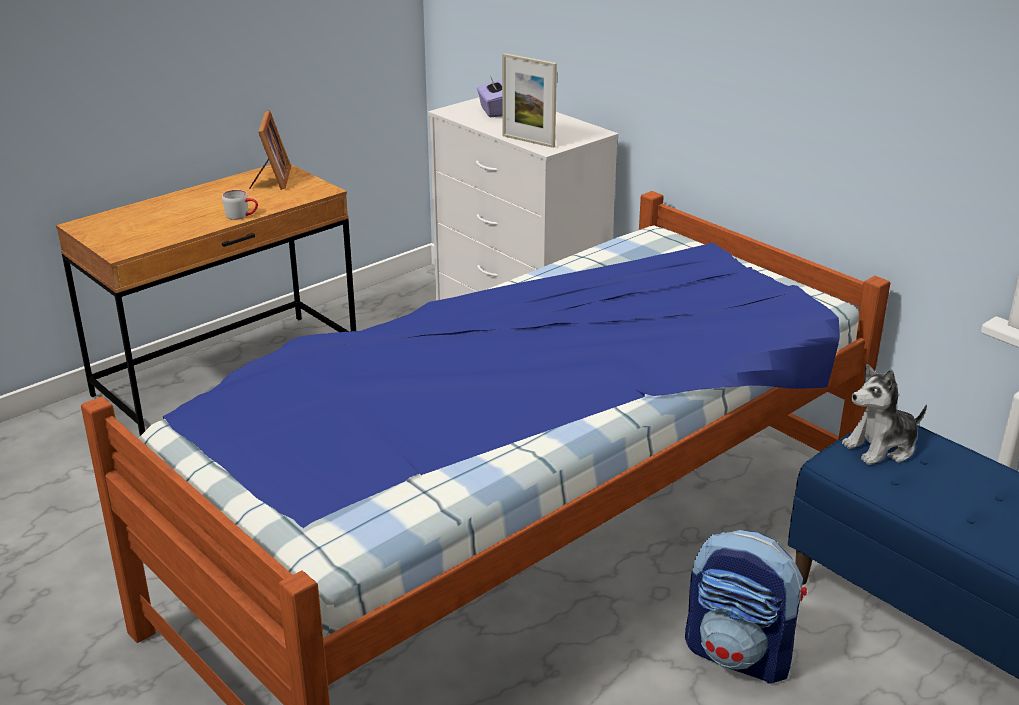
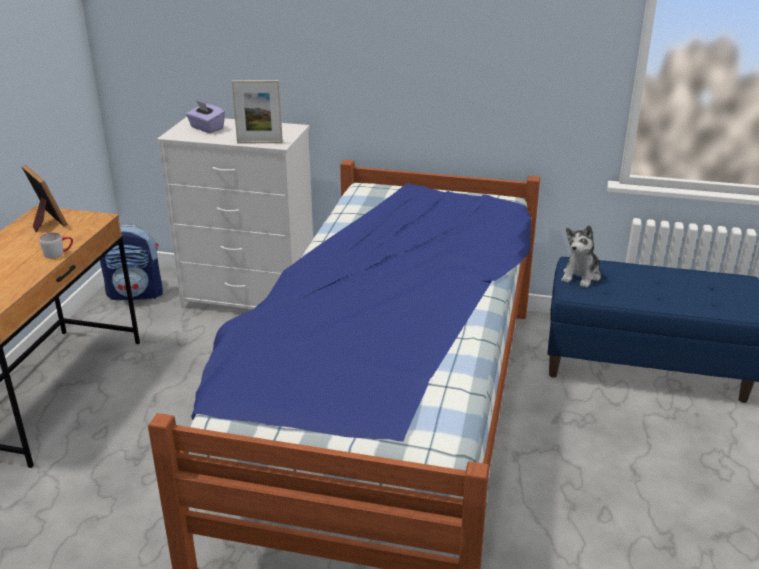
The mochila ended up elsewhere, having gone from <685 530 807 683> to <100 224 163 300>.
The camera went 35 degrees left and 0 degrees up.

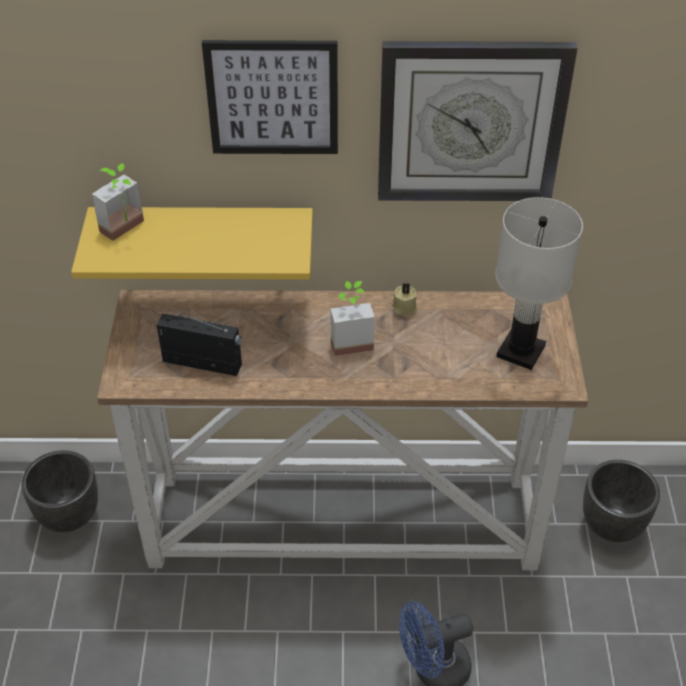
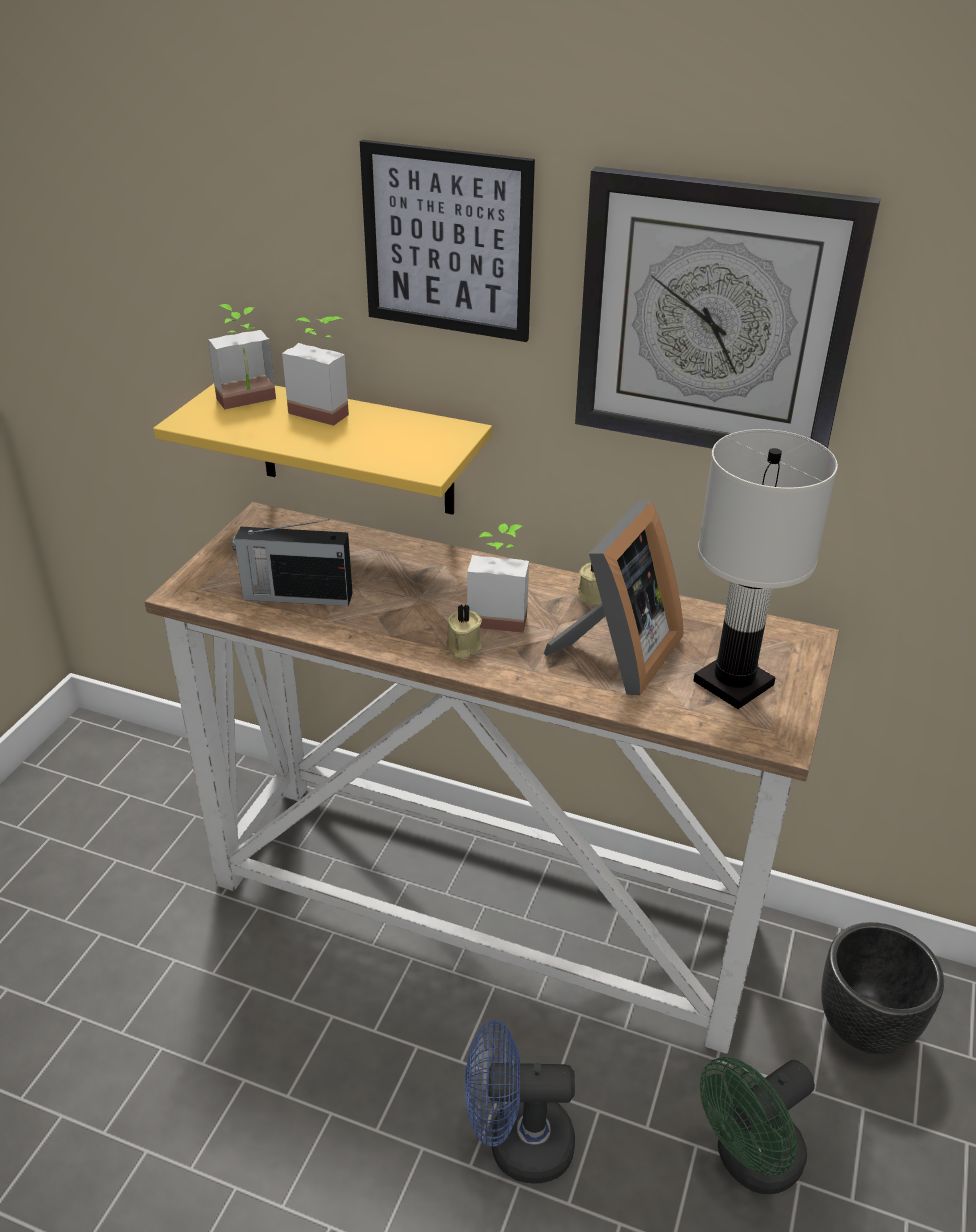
The second view lost the maceta [negro] at <21 450 98 532>.
The radio at <157 309 242 376> ended up facing another way, 150 degrees clockwise from before.
The second view gained the planta en maceta at <282 316 349 426>.
The second view gained the vela [beis] at <445 604 482 659>.
The second view gained the portarretratos at <544 500 683 695>.
The second view gained the ventilador [verde] at <700 1057 815 1194>.
The camera went 20 degrees right and 10 degrees down.

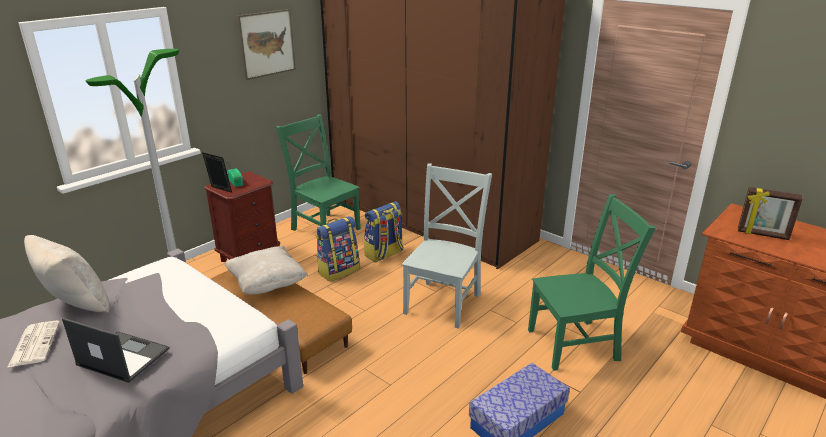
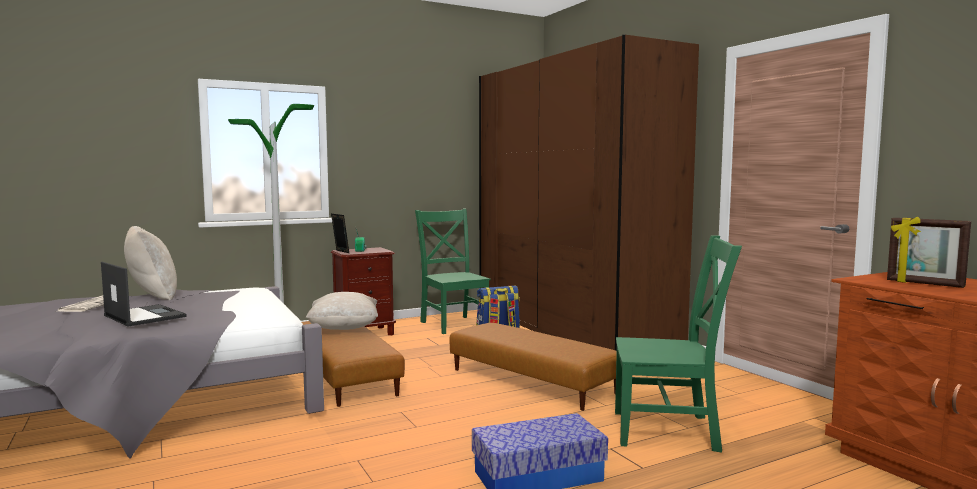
The second view lost the cuadro at <237 9 296 80>.
The second view lost the mochila at <316 216 359 282>.
Where the silla [gris] stood at <402 163 492 329>, the puf [marrón] came to stand at <449 323 617 411>.
The camera went 20 degrees right and 20 degrees down.

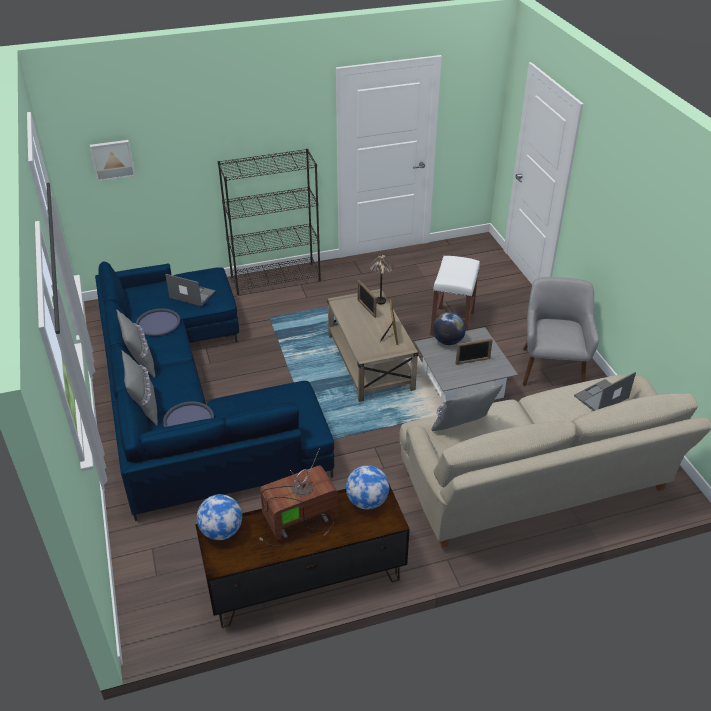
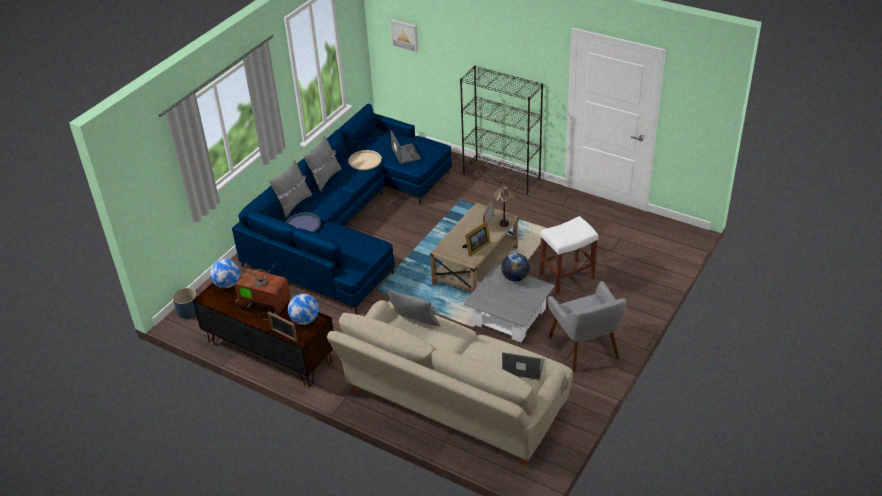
What was the bandeja [azul] at <136 308 180 336> turned into the bandeja [beis] at <348 150 382 170>.
The portarretratos ended up elsewhere, having gone from <456 338 493 365> to <268 312 298 342>.
The sillón [gris] at <522 277 599 386> ended up facing another way, 105 degrees clockwise from before.
The second view gained the maceta [azul] at <172 288 197 319>.
The camera went 50 degrees right and 0 degrees up.

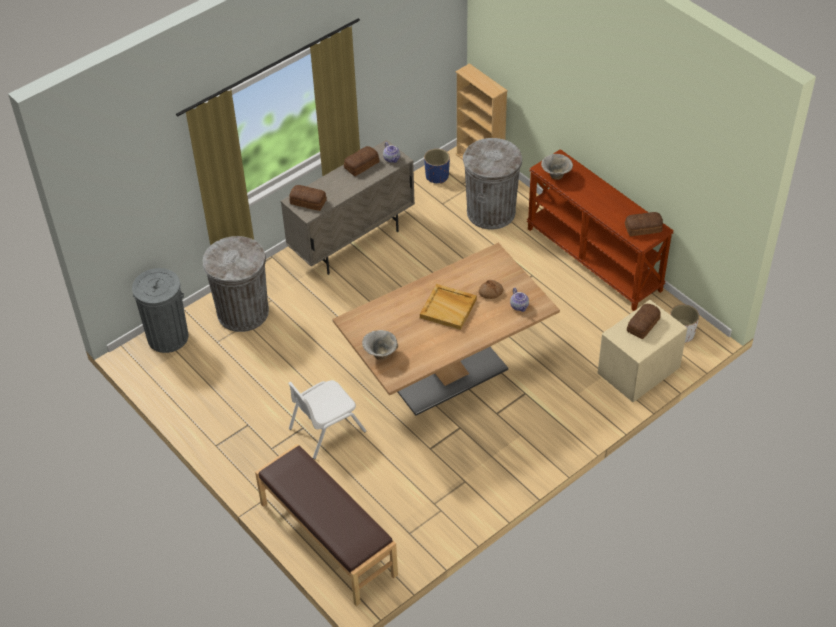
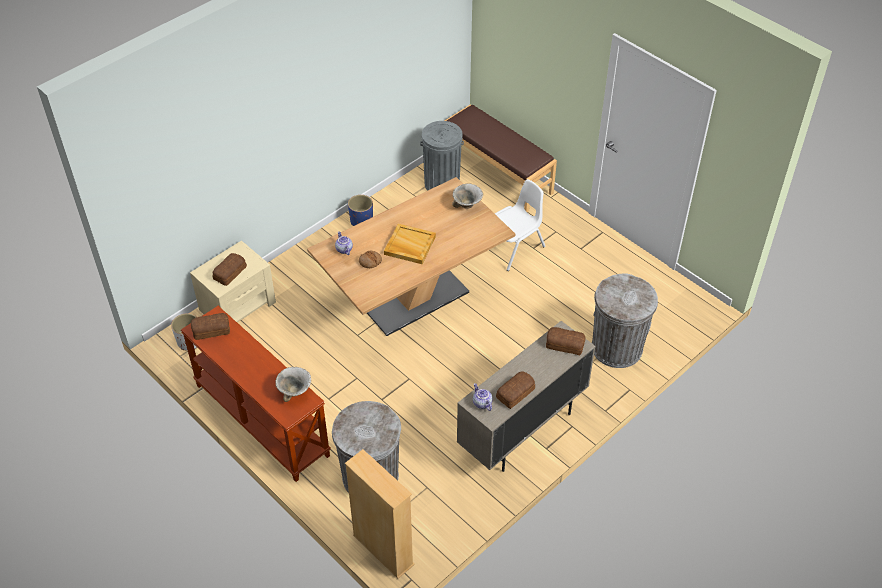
The papelera [gris] ended up elsewhere, having gone from <132 268 188 353> to <420 121 464 191>.
The maceta [azul] ended up elsewhere, having gone from <424 149 450 184> to <348 195 373 226>.
The camera went 175 degrees right and 0 degrees up.

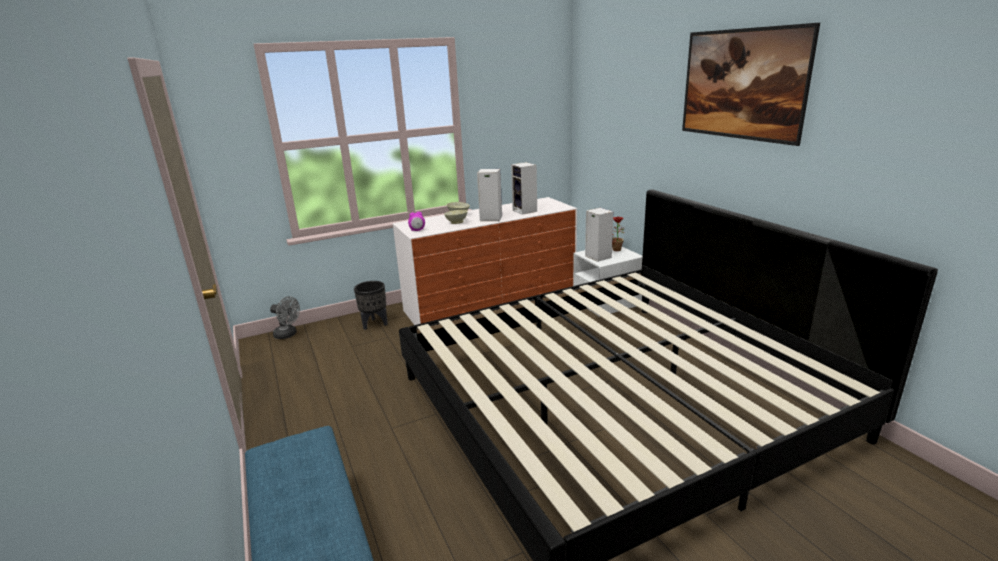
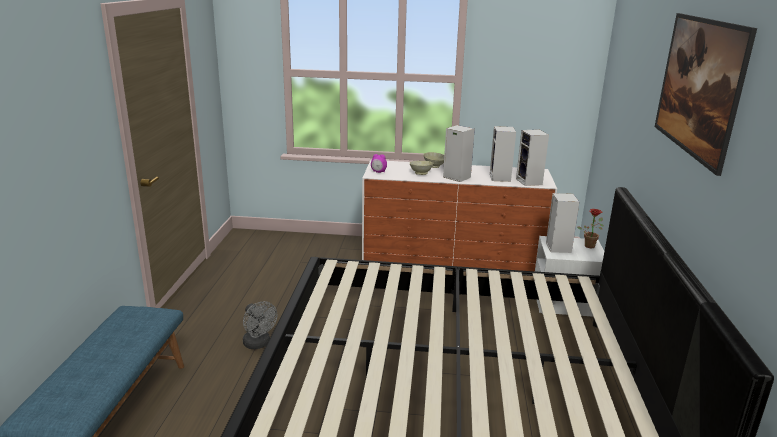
The ventilador [gris] ended up elsewhere, having gone from <270 296 300 339> to <243 301 277 349>.
The second view lost the maceta [negro] at <354 281 388 330>.
The second view gained the altavoz at <516 129 549 186>.
The camera went 30 degrees right and 0 degrees up.

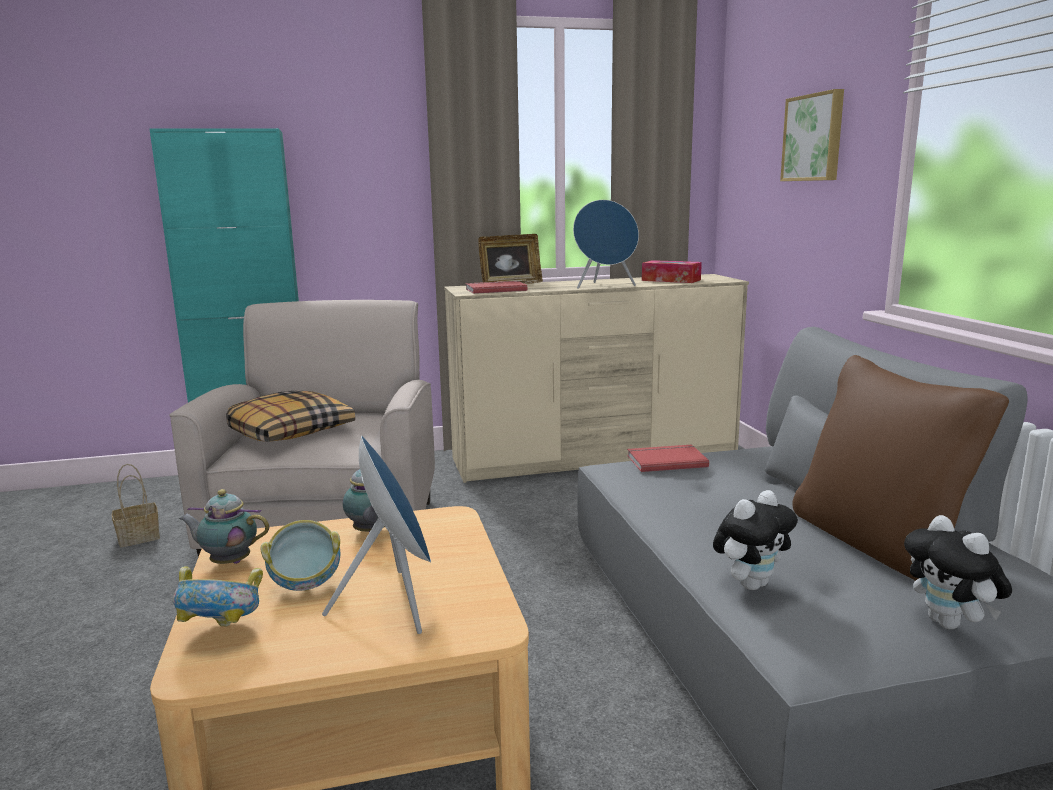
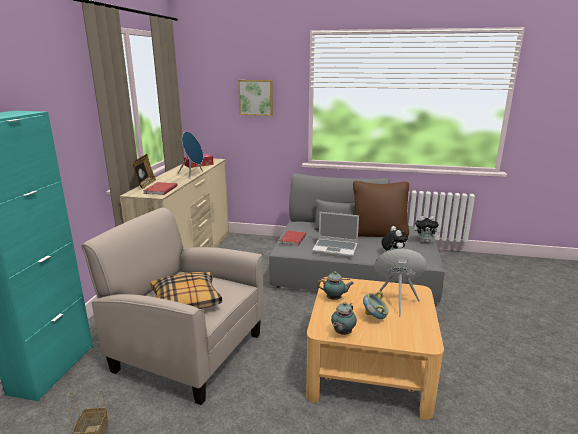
The second view lost the cuenco at <172 566 263 626>.
The second view gained the portátil at <312 212 359 257>.
The camera went 65 degrees left and 5 degrees up.

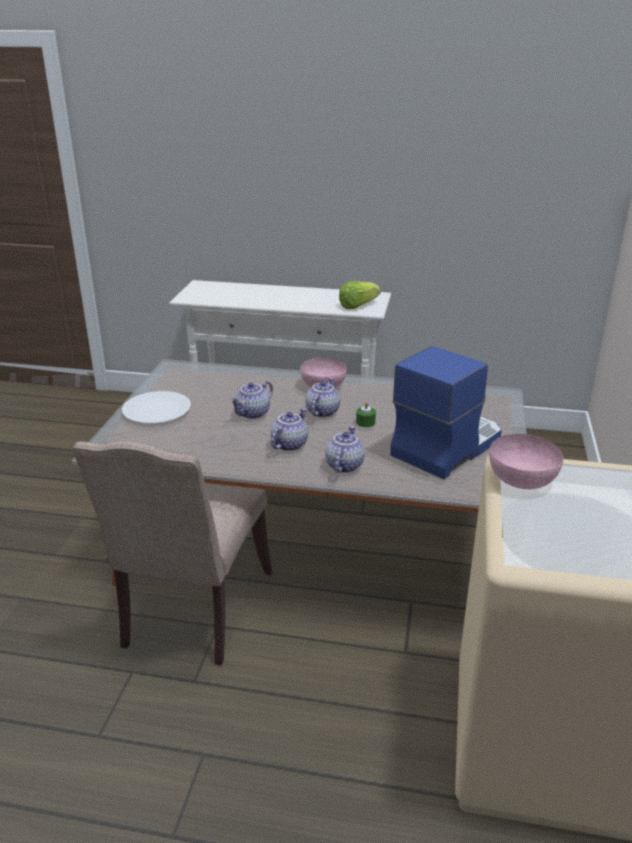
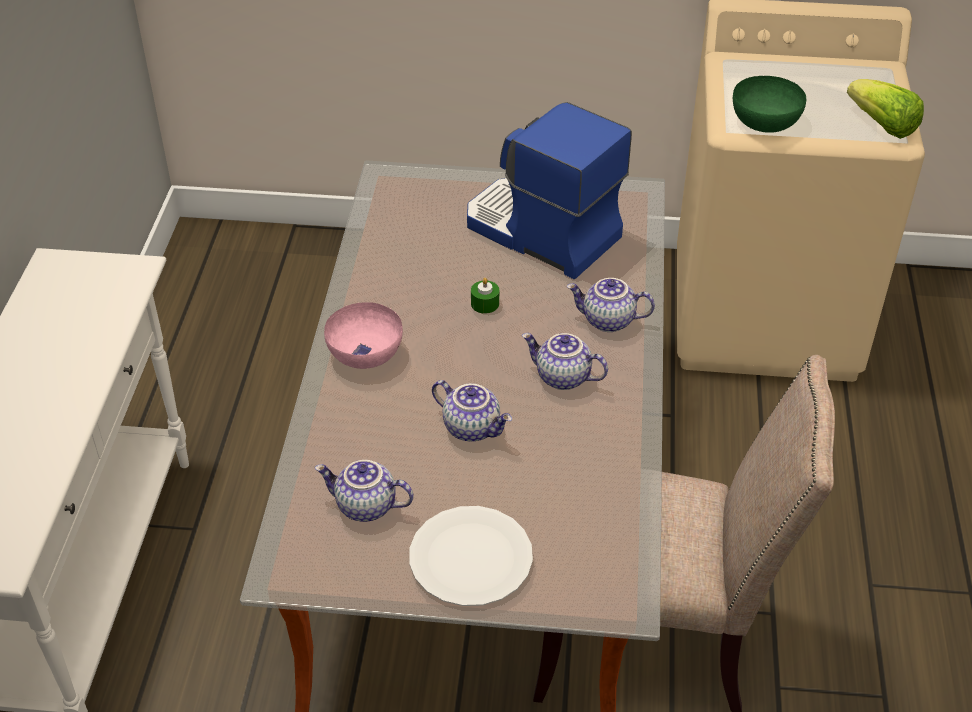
The tetera ended up elsewhere, having gone from <306 378 340 418> to <315 460 413 522>.
The lechuga ended up elsewhere, having gone from <339 281 381 309> to <847 79 924 139>.
What was the cuenco [rosa] at <489 434 563 489> turned into the cuenco [verde] at <733 76 807 133>.
The camera went 95 degrees left and 15 degrees up.

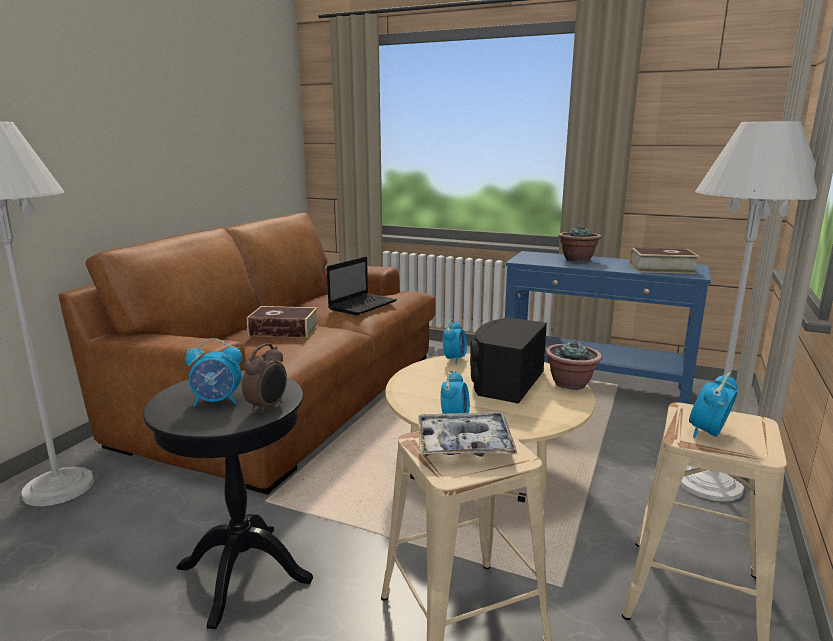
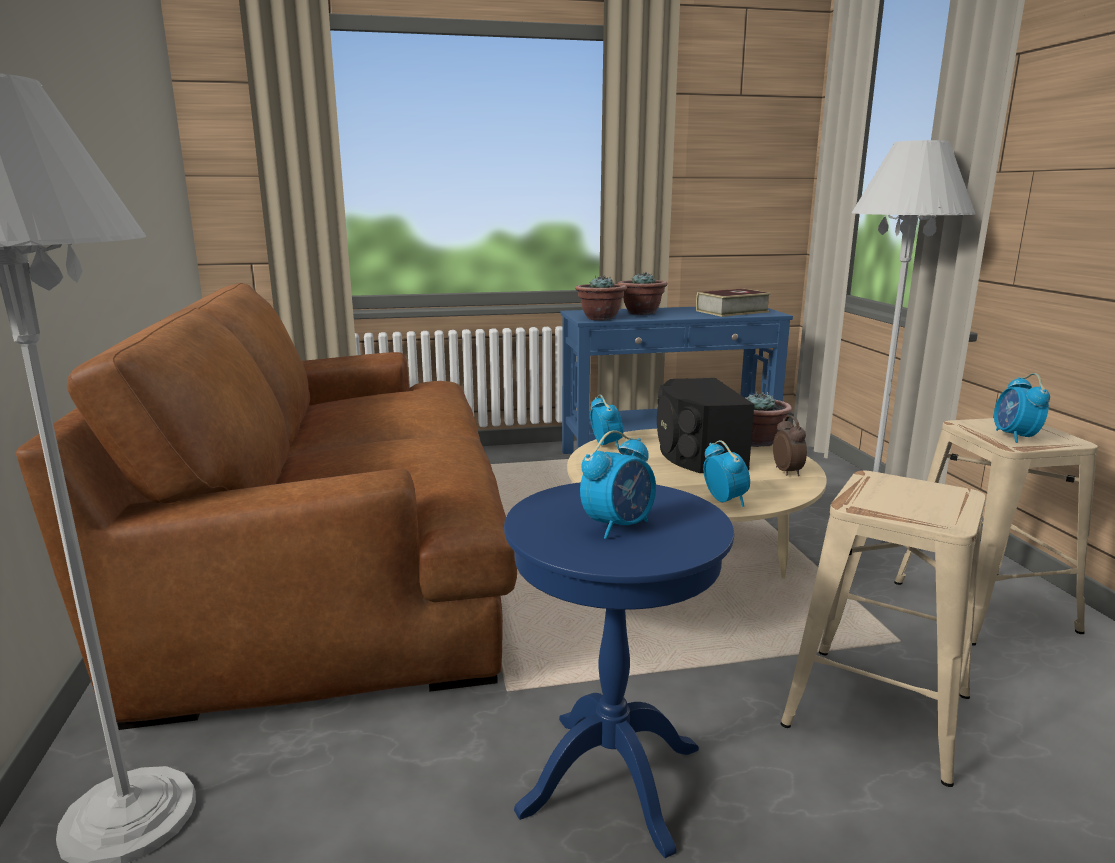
What was the mesa auxiliar [negro] at <143 371 313 629> turned into the mesa auxiliar [azul] at <504 482 734 858>.
The despertador ended up elsewhere, having gone from <242 343 287 414> to <773 415 807 476>.
The second view lost the libro at <247 306 318 338>.
The second view lost the portátil at <327 257 397 315>.
The second view lost the bandeja at <418 412 517 457>.
The second view gained the planta en maceta at <575 275 627 320>.
The camera went 35 degrees left and 0 degrees up.

